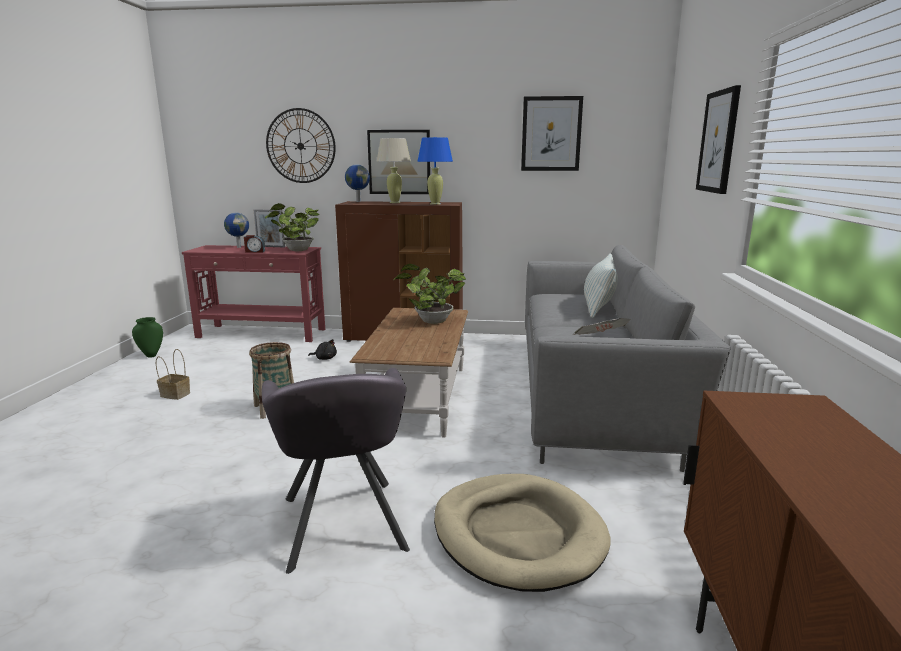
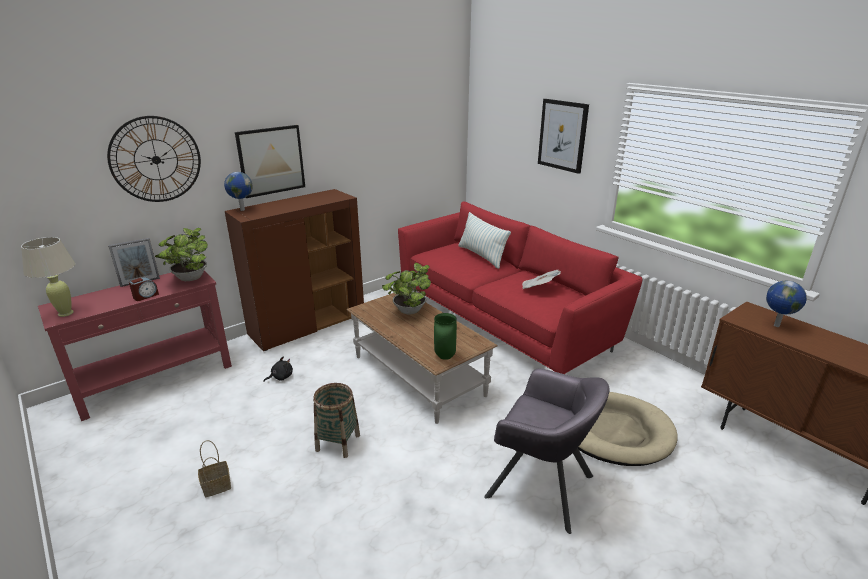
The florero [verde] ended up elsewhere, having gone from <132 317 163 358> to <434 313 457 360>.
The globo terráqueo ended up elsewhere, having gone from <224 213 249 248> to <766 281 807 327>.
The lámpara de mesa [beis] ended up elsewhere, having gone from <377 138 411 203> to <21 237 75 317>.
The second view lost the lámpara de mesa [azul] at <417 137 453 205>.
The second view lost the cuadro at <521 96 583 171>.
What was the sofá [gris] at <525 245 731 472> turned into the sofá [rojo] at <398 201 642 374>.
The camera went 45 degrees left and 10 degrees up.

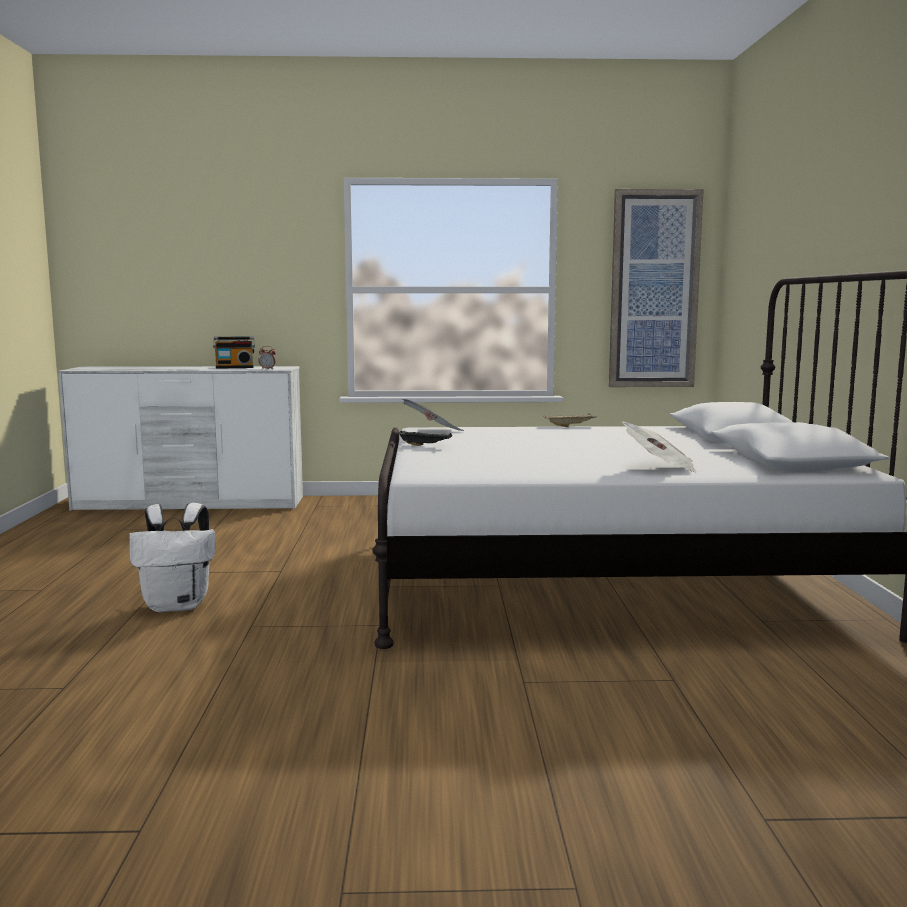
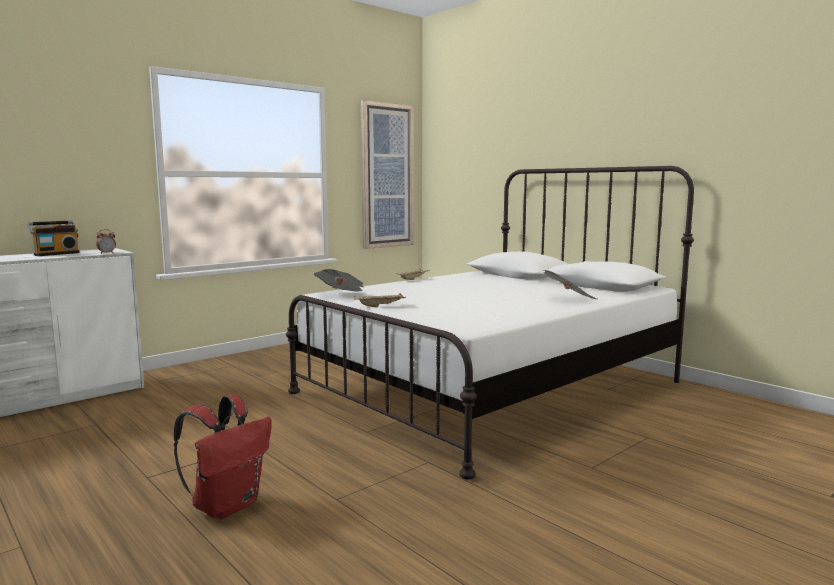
What was the mochila [blanco] at <129 503 215 612> turned into the mochila [rojo] at <174 394 272 519>.
What was the bandeja [negro] at <394 431 452 446> turned into the bandeja [beis] at <354 293 406 307>.
The camera went 40 degrees left and 0 degrees up.

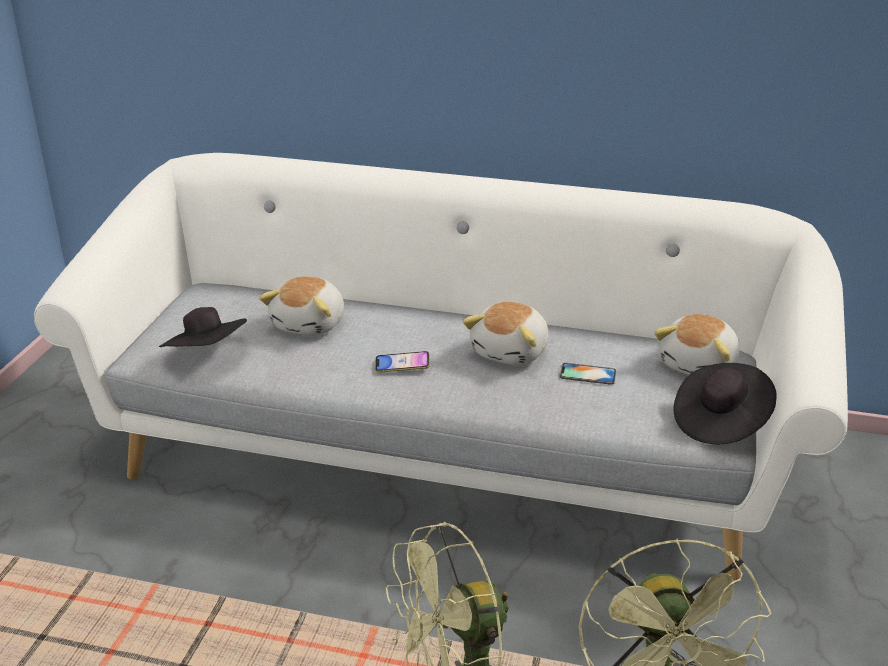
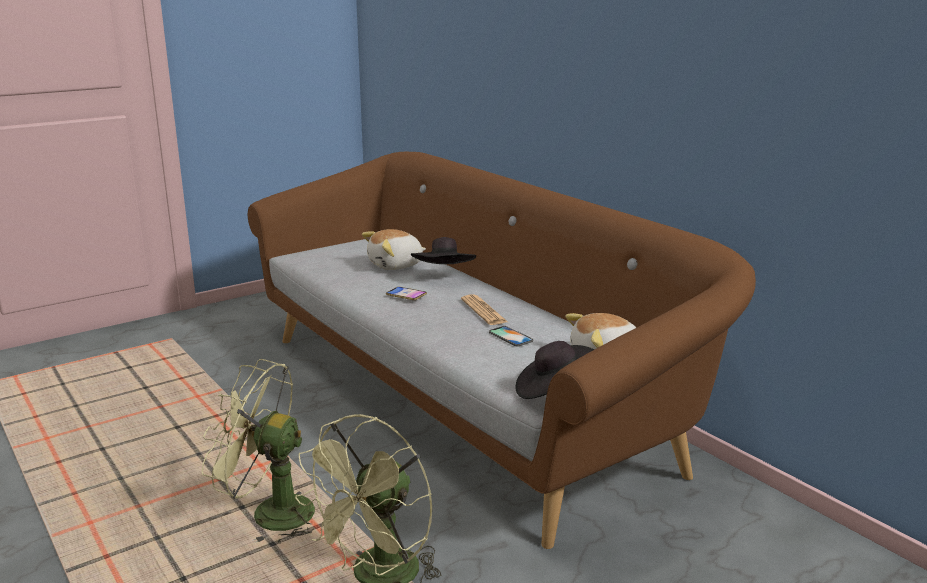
What was the sofá [blanco] at <34 153 848 583> turned into the sofá [marrón] at <248 152 756 549>.
The sombrero [negro] ended up elsewhere, having gone from <159 307 247 347> to <411 237 476 264>.
Where the peluche stood at <463 302 549 365>, the periódico came to stand at <461 294 508 325>.
The camera went 40 degrees right and 10 degrees down.

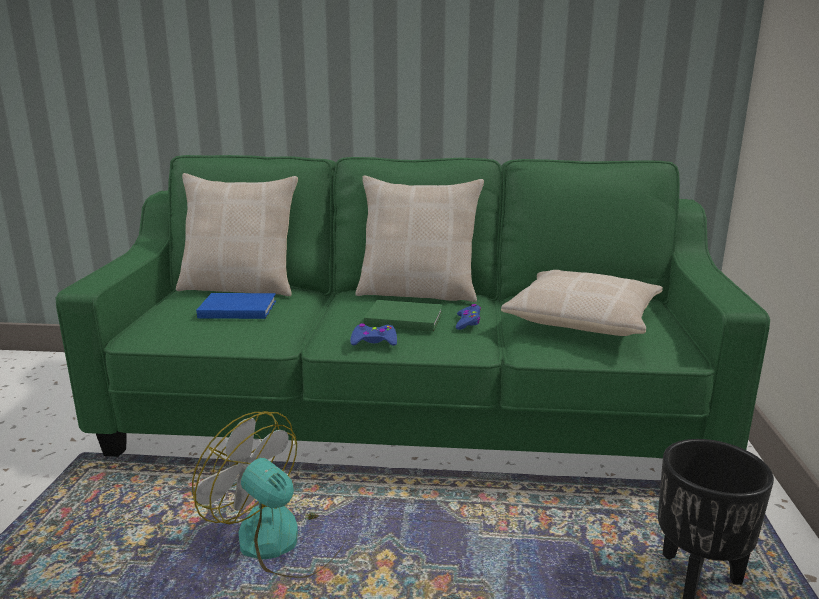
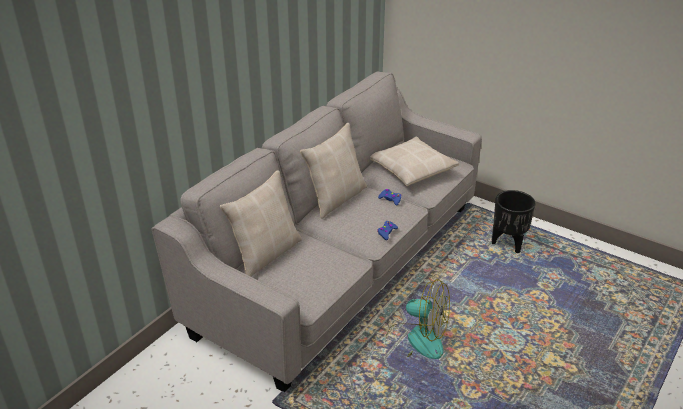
What was the sofá [verde] at <55 155 770 458> turned into the sofá [gris] at <152 71 482 392>.
The ventilador at <192 411 347 578> ended up facing another way, 135 degrees counterclockwise from before.
The second view lost the libro [azul] at <196 293 276 319>.
The second view lost the libro [verde] at <364 300 443 332>.
The camera went 60 degrees left and 15 degrees up.

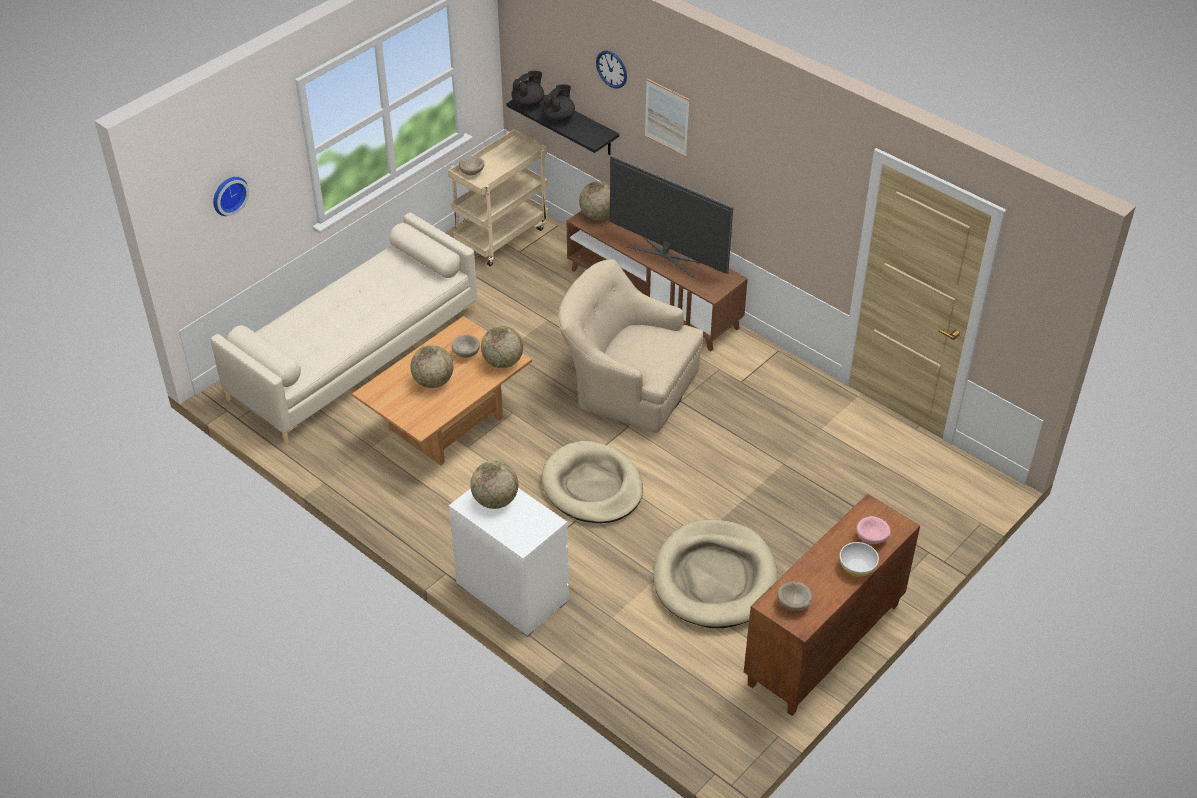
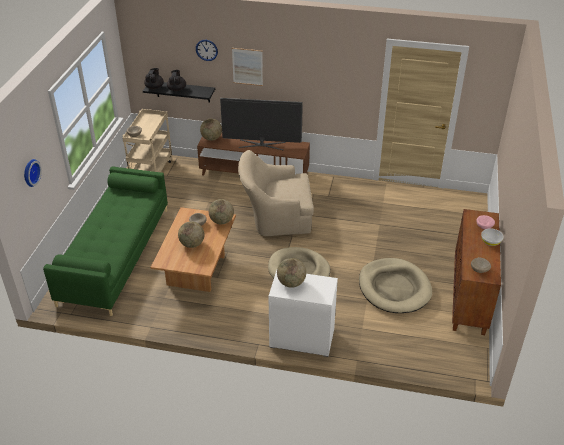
What was the sofá [beis] at <210 212 478 444> turned into the sofá [verde] at <43 166 168 316>.
The camera went 30 degrees left and 5 degrees down.

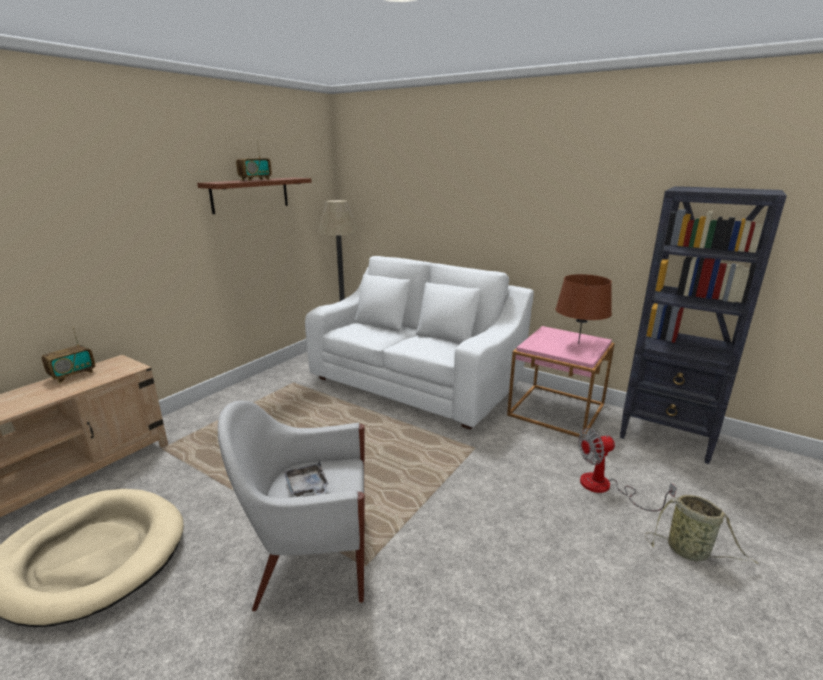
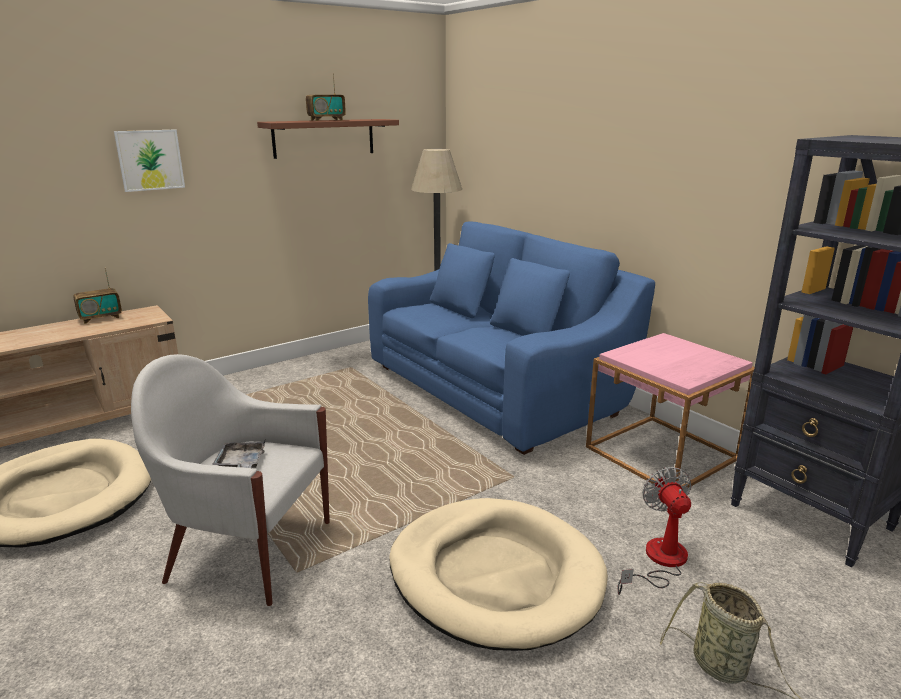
What was the sofá [blanco] at <305 256 534 429> turned into the sofá [azul] at <368 222 655 455>.
The second view lost the lámpara de mesa [marrón] at <556 274 612 344>.
The ventilador at <578 428 677 511> ended up facing another way, 75 degrees clockwise from before.
The second view gained the cuadro at <114 129 185 192>.
The second view gained the cama para perro [beis] at <390 498 608 651>.
The camera went 20 degrees right and 0 degrees up.

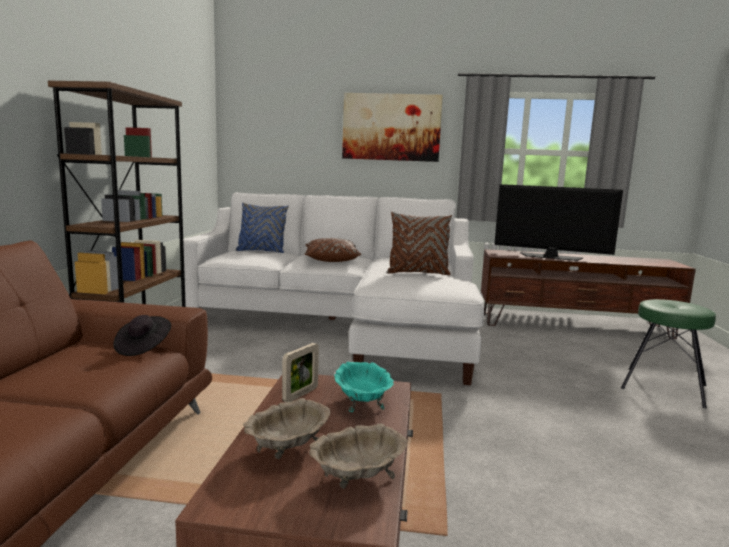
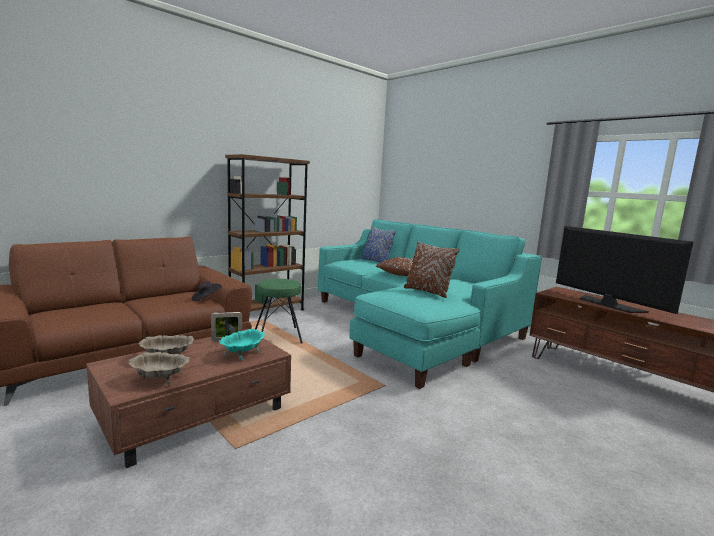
What was the sofá [blanco] at <183 192 484 385> turned into the sofá [turquesa] at <318 219 542 389>.
The second view lost the cuadro at <342 93 443 162>.
The taburete [verde] ended up elsewhere, having gone from <621 299 716 408> to <255 279 303 344>.
The camera went 40 degrees right and 0 degrees up.

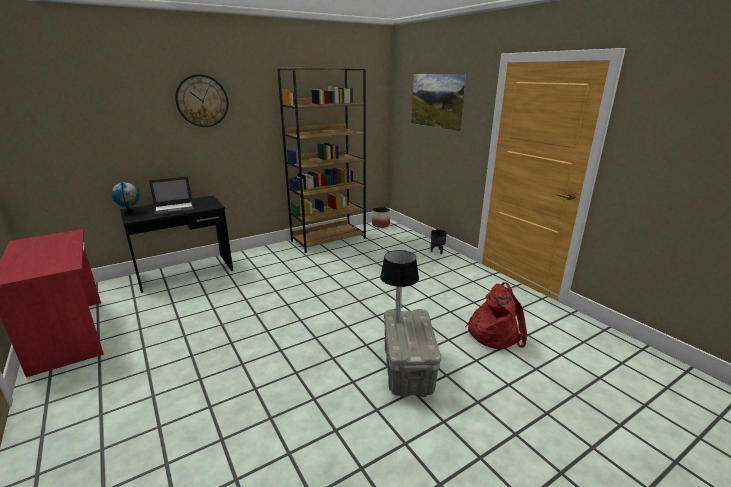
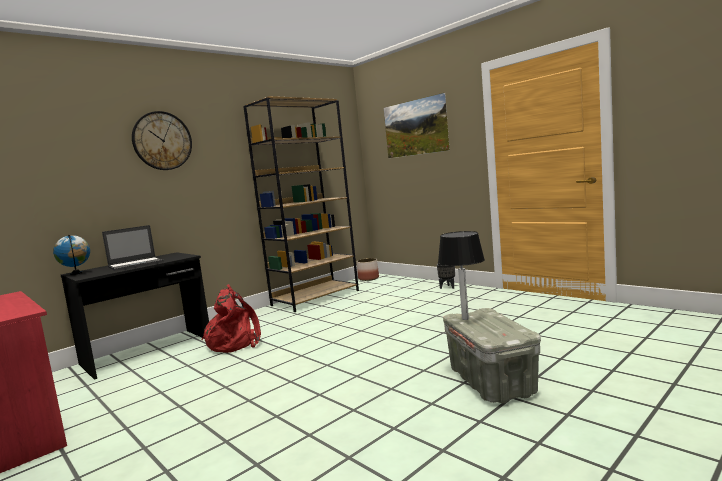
The mochila [rojo] ended up elsewhere, having gone from <465 282 527 350> to <202 284 261 353>.
The camera went 10 degrees left and 15 degrees down.

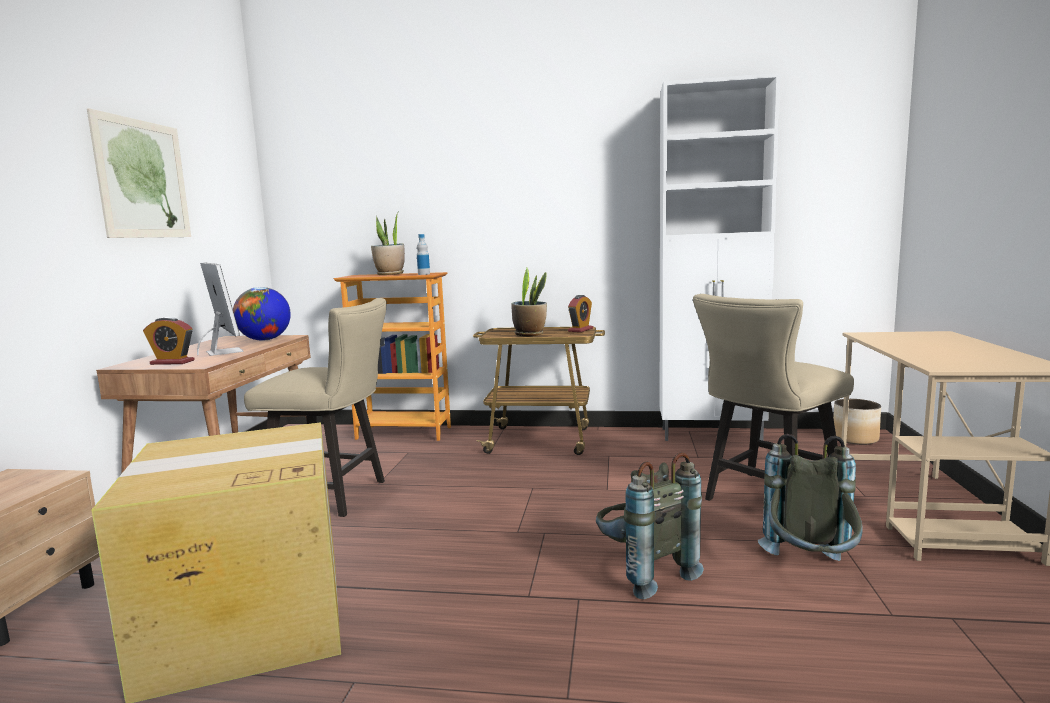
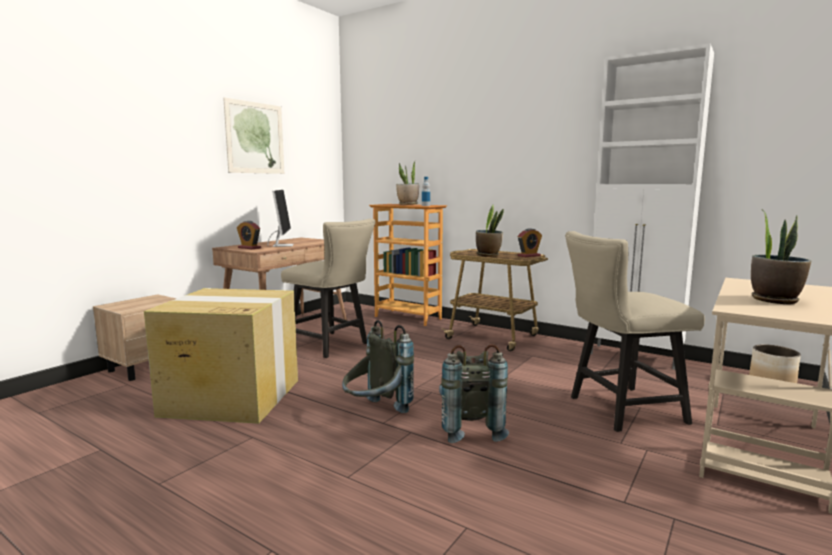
The second view lost the globo terráqueo at <233 287 291 341>.
The mochila [gris] ended up elsewhere, having gone from <758 434 863 561> to <342 320 414 413>.
The second view gained the planta en maceta at <751 210 811 304>.
The camera went 25 degrees right and 0 degrees up.

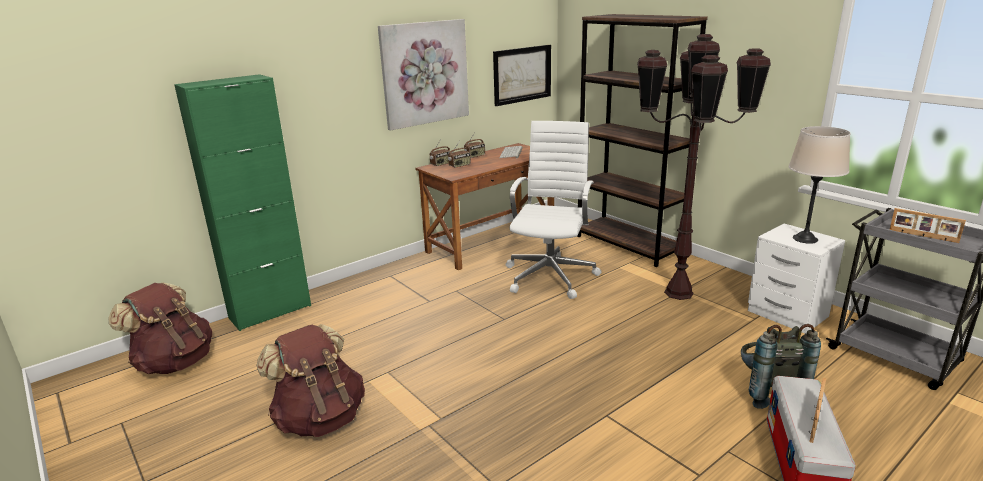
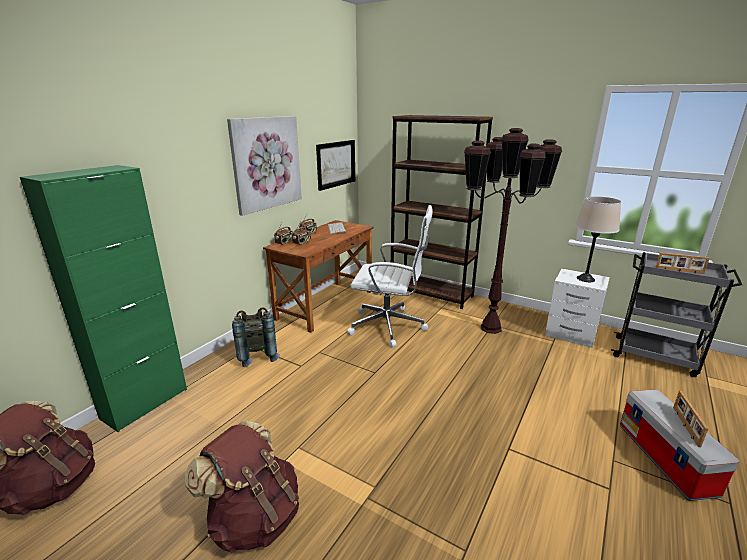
The silla de oficina [blanco] at <506 121 602 299> ended up facing another way, 105 degrees clockwise from before.
The mochila [gris] ended up elsewhere, having gone from <741 324 821 409> to <232 307 280 367>.
The camera went 20 degrees left and 0 degrees up.

